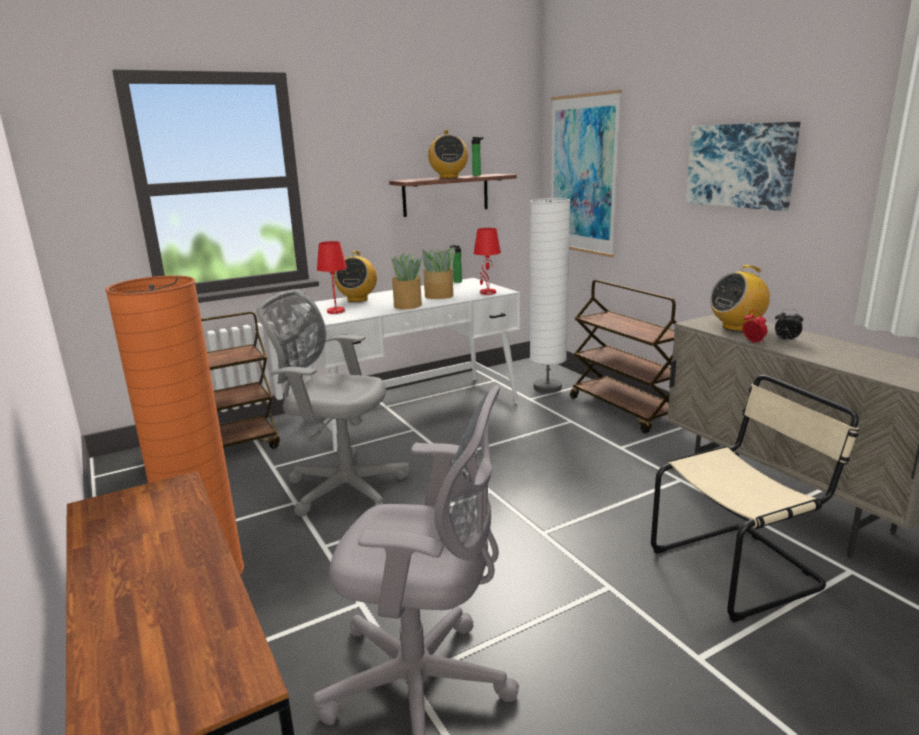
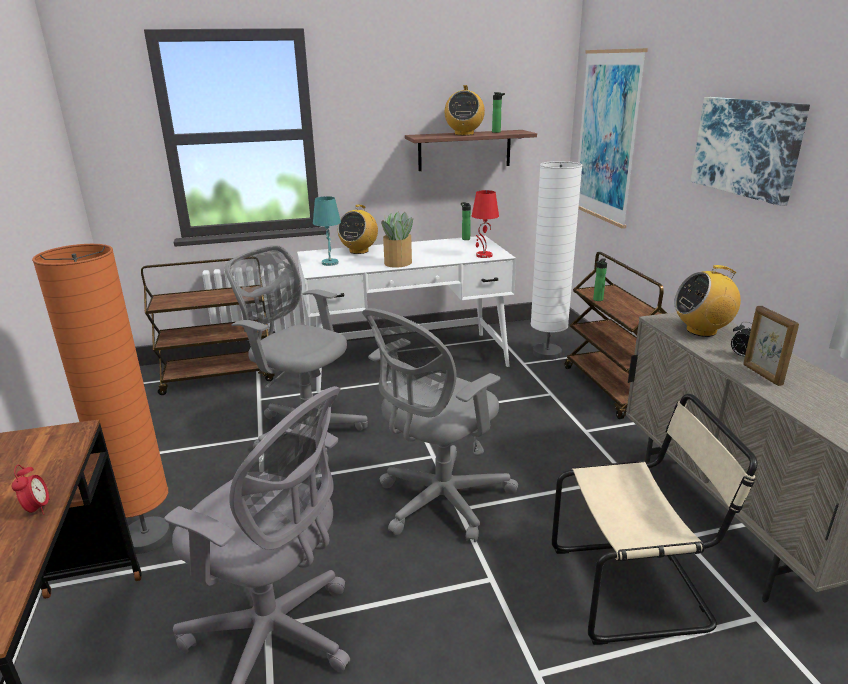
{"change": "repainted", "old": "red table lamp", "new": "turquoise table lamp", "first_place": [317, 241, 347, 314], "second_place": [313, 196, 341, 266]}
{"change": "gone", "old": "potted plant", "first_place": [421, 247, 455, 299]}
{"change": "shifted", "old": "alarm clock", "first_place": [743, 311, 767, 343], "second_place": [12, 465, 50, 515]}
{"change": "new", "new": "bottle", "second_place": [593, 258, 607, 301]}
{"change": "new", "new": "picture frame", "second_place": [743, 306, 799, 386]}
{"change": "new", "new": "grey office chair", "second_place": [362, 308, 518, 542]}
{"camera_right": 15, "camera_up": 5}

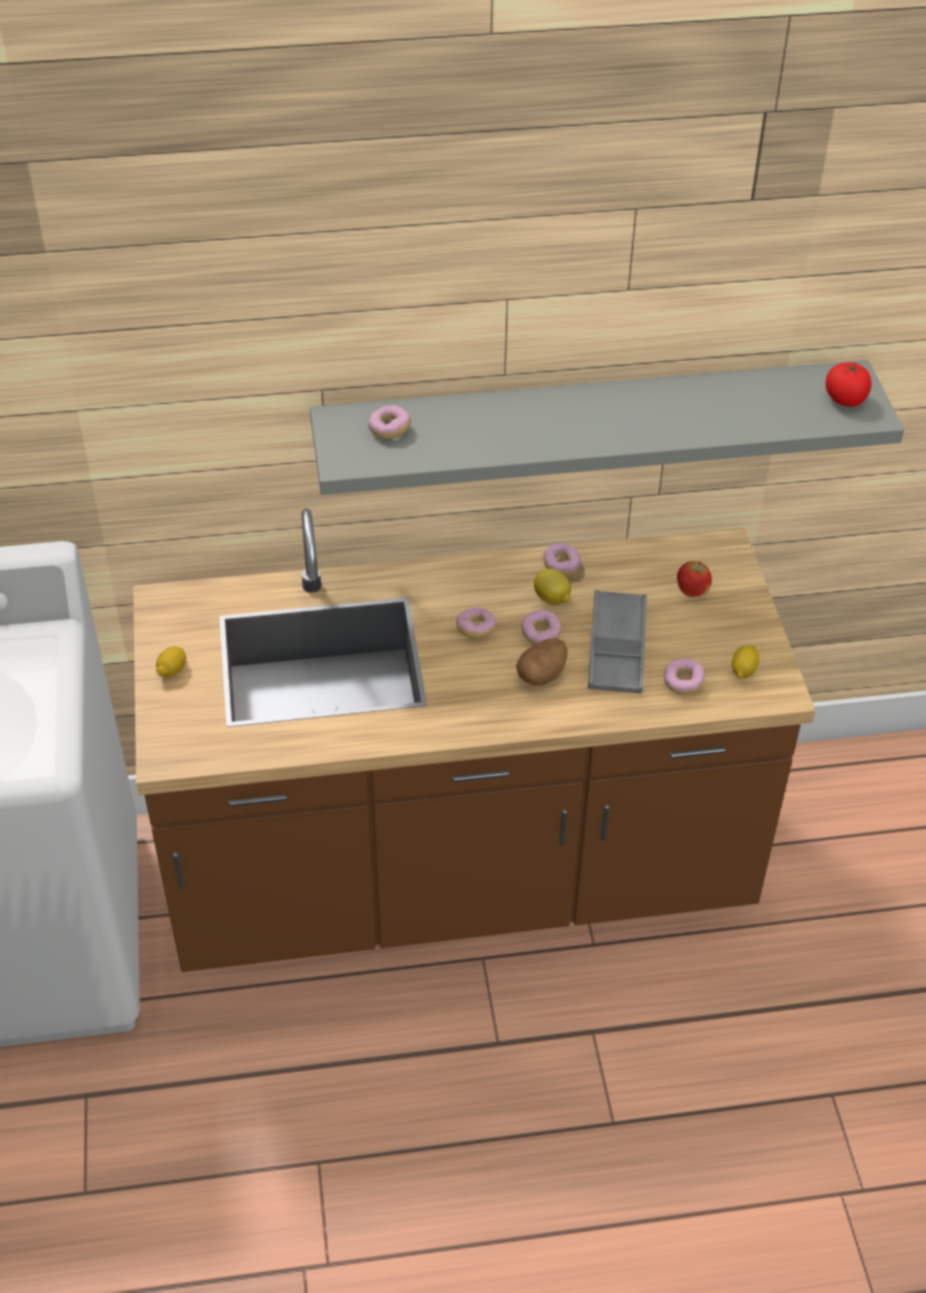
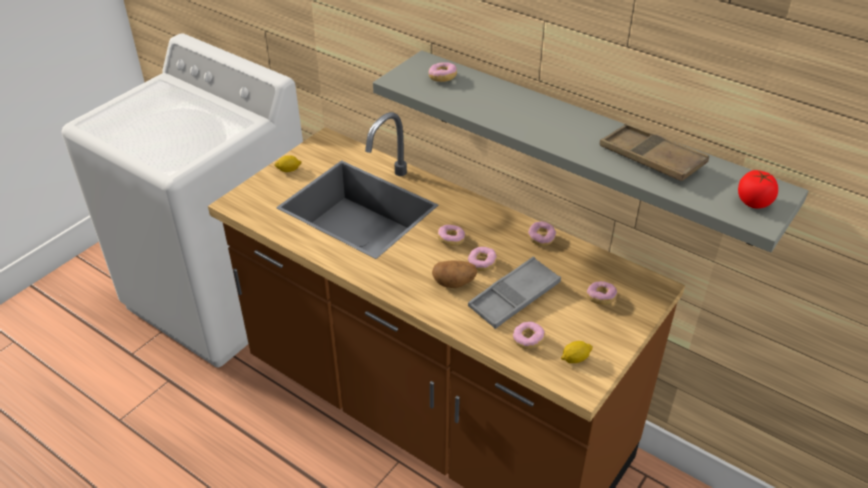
{"change": "swapped", "old": "apple", "new": "donut", "first_place": [677, 561, 712, 597], "second_place": [586, 281, 618, 305]}
{"change": "gone", "old": "lemon", "first_place": [534, 569, 571, 605]}
{"change": "new", "new": "brown tray", "second_place": [600, 123, 709, 181]}
{"camera_right": 45, "camera_up": -5}

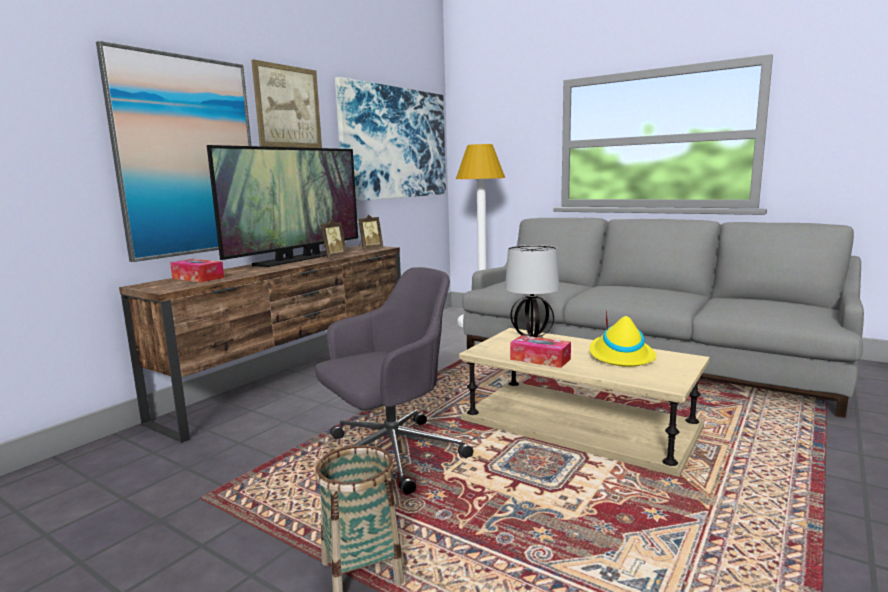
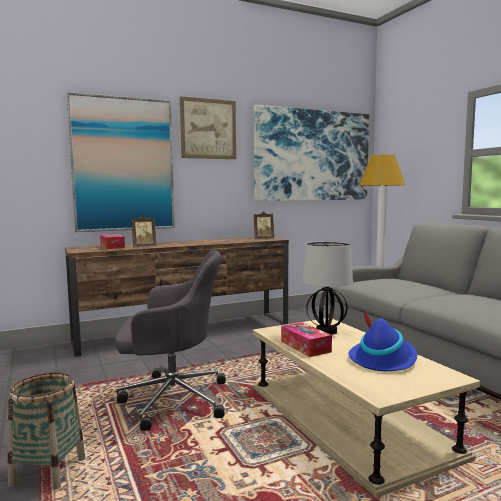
{"change": "gone", "old": "television", "first_place": [207, 145, 358, 267]}
{"change": "shifted", "old": "picture frame", "first_place": [321, 220, 347, 259], "second_place": [131, 215, 156, 247]}
{"change": "repainted", "old": "yellow hat", "new": "blue hat", "first_place": [590, 311, 656, 367], "second_place": [348, 309, 417, 371]}
{"camera_right": 30, "camera_up": -5}

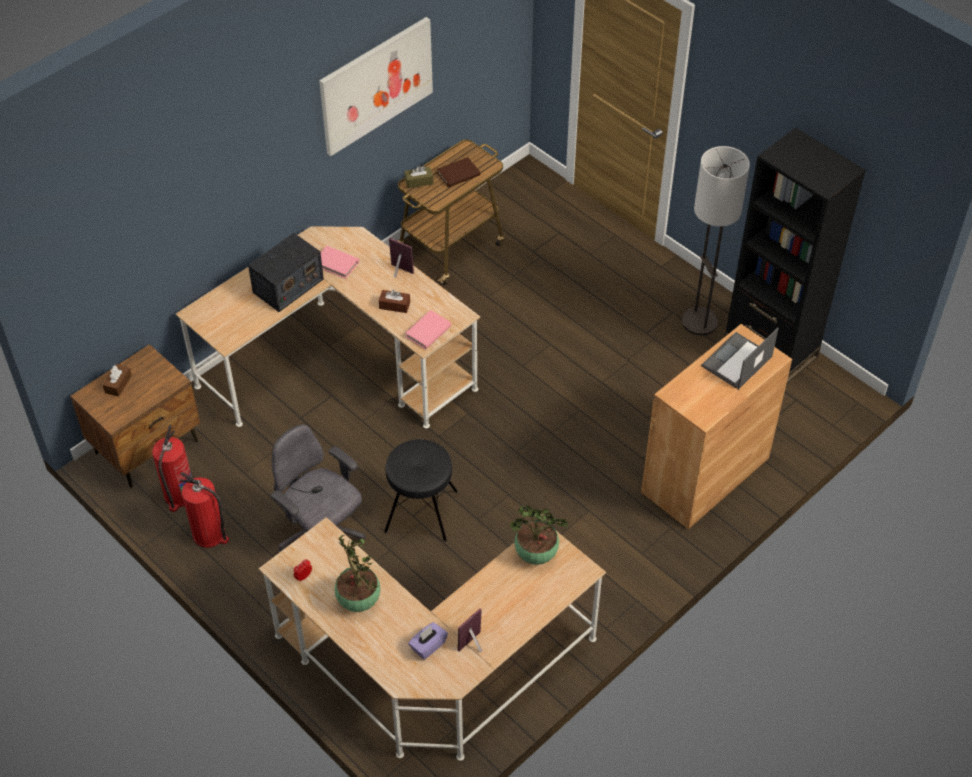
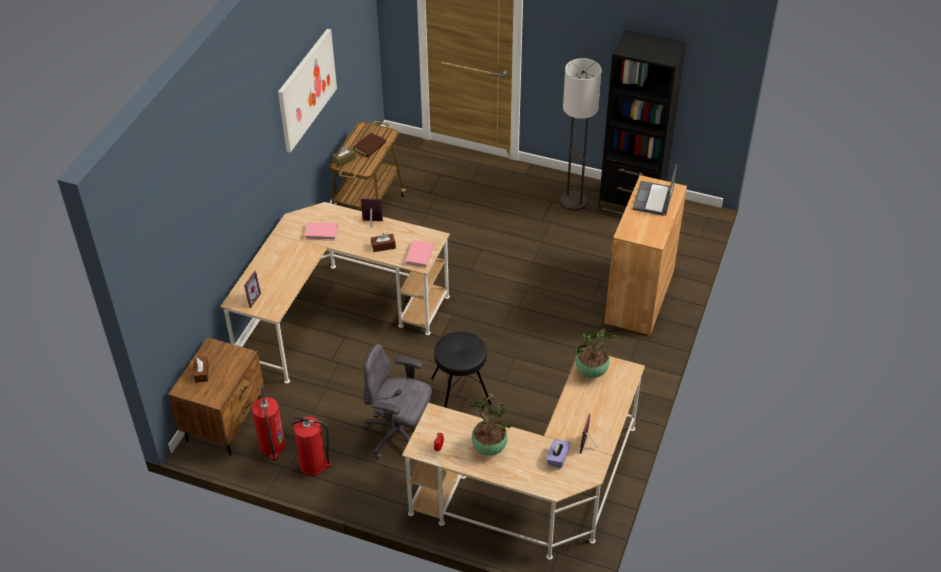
{"change": "gone", "old": "radio", "first_place": [248, 233, 324, 312]}
{"change": "new", "new": "picture frame", "second_place": [244, 271, 261, 308]}
{"camera_right": -25, "camera_up": -5}

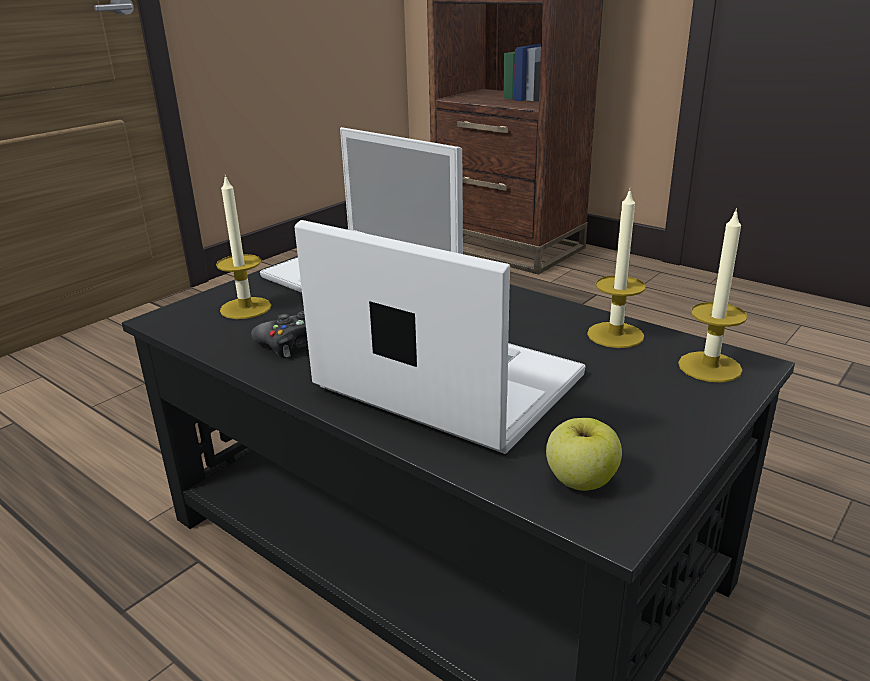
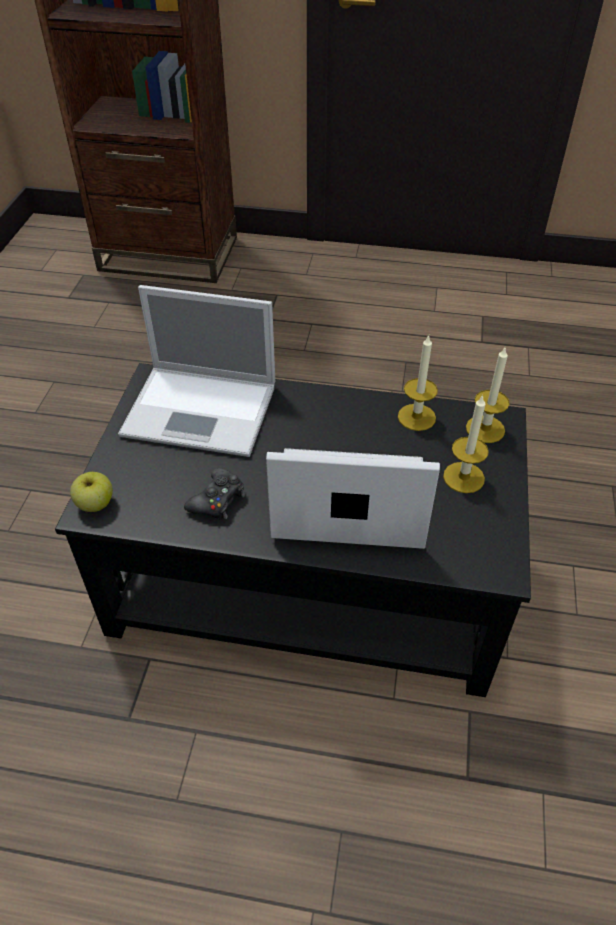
{"change": "shifted", "old": "candle", "first_place": [216, 175, 271, 319], "second_place": [443, 395, 489, 493]}
{"change": "shifted", "old": "apple", "first_place": [546, 418, 622, 491], "second_place": [70, 472, 113, 512]}
{"camera_right": -30, "camera_up": 20}

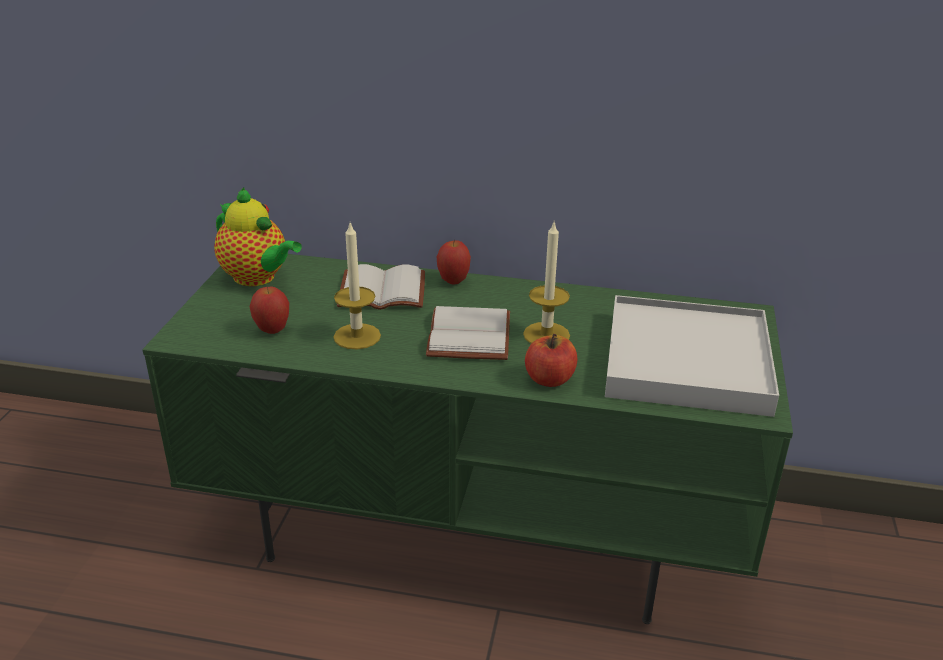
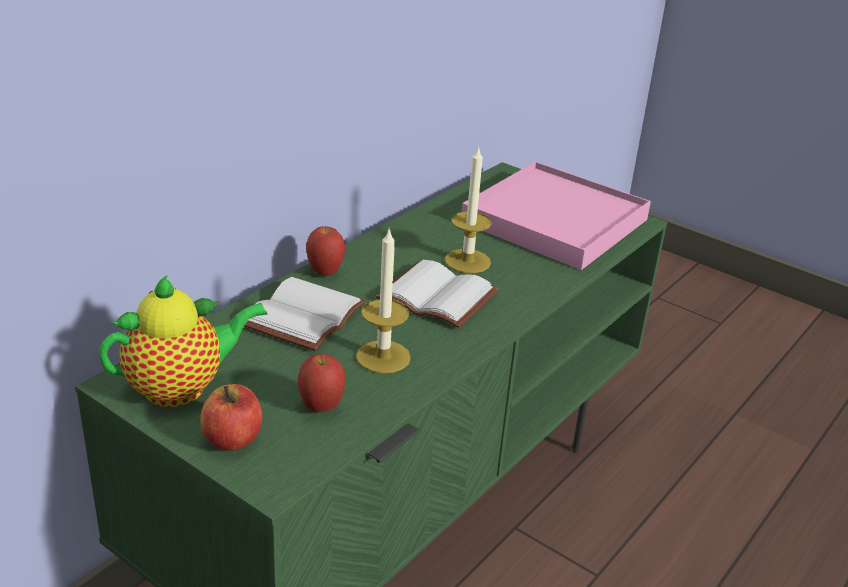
{"change": "repainted", "old": "white tray", "new": "pink tray", "first_place": [605, 295, 779, 417], "second_place": [462, 162, 651, 270]}
{"change": "shifted", "old": "apple", "first_place": [525, 334, 577, 387], "second_place": [200, 384, 262, 451]}
{"camera_right": -65, "camera_up": 0}

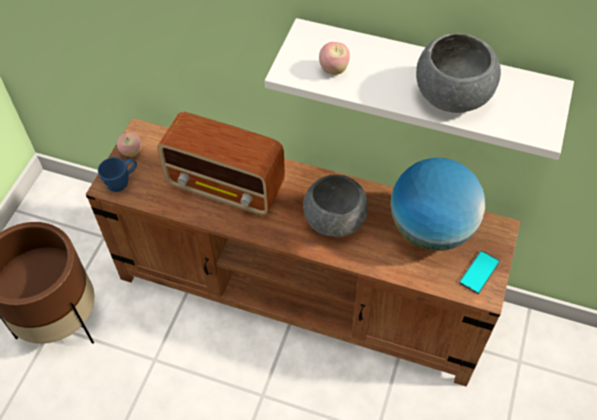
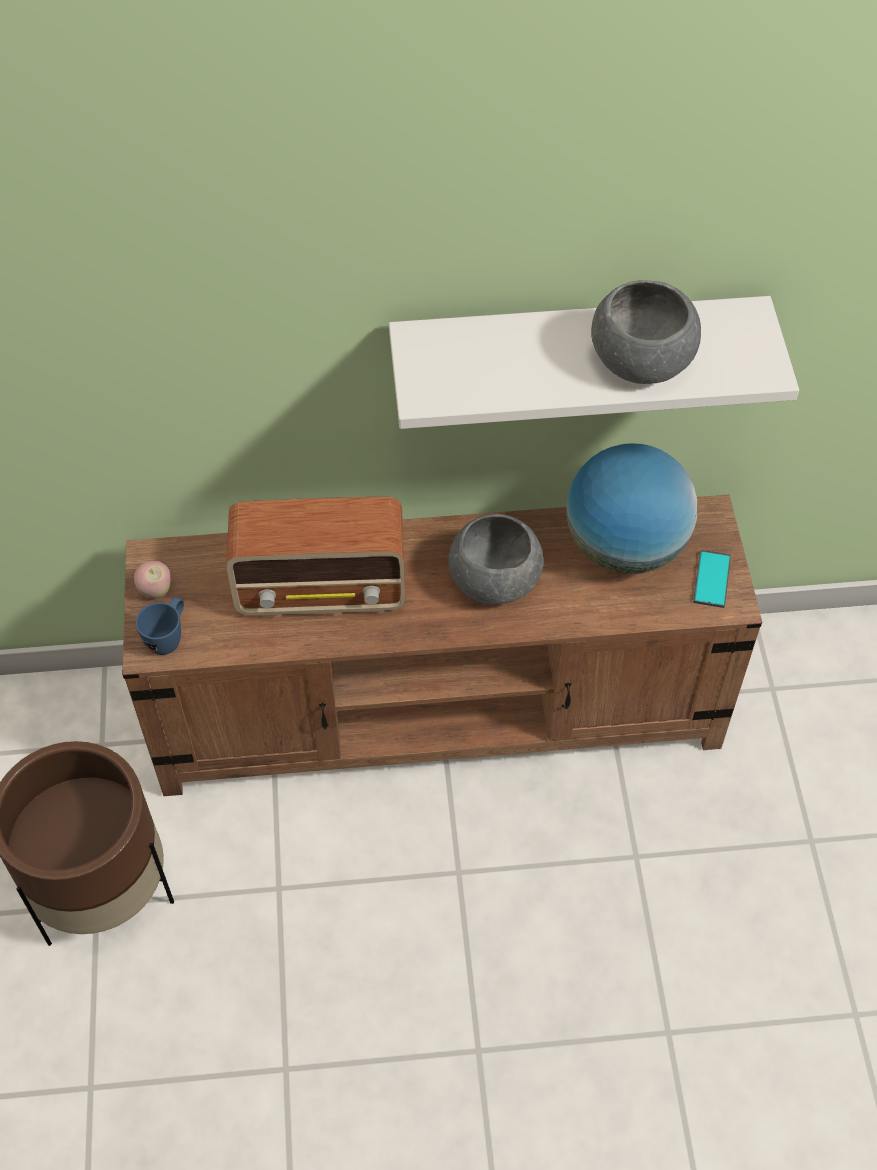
{"change": "gone", "old": "apple", "first_place": [319, 42, 350, 75]}
{"camera_right": -25, "camera_up": 0}

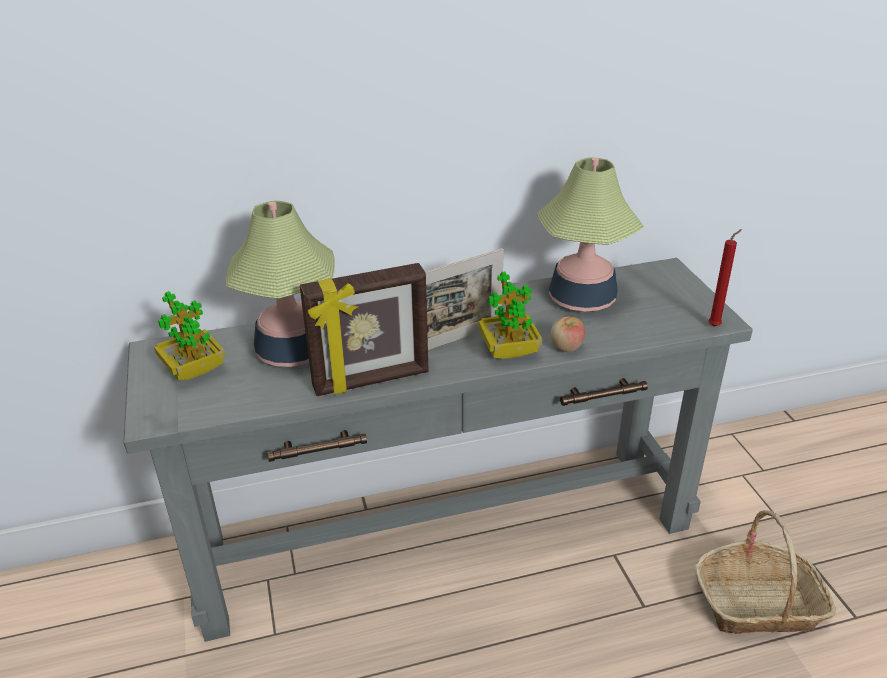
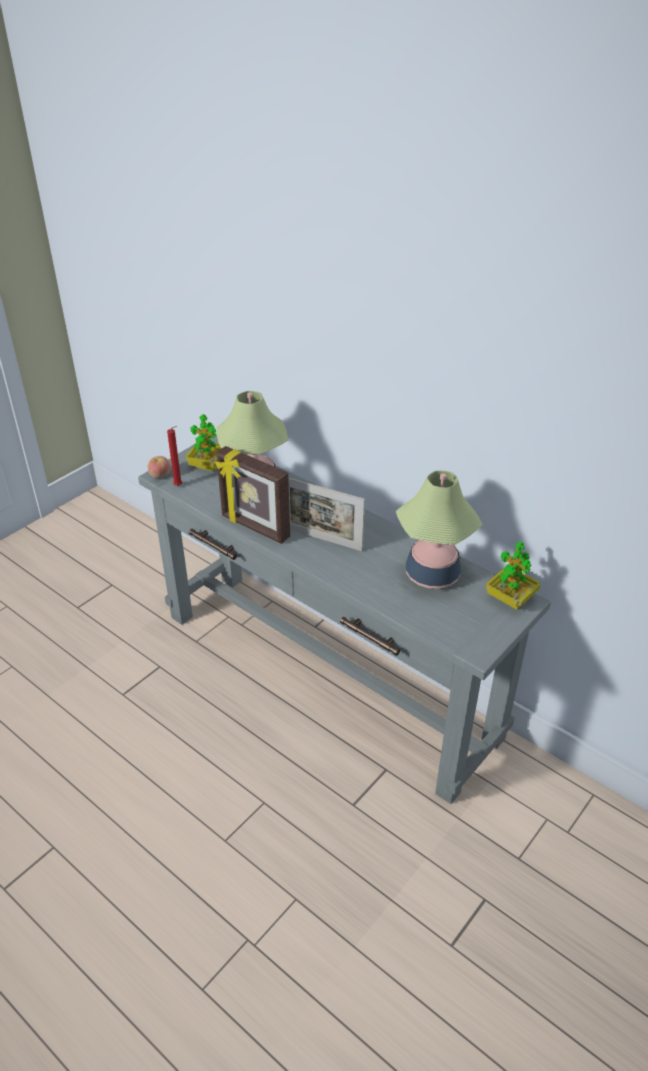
{"change": "shifted", "old": "red candle", "first_place": [708, 229, 742, 327], "second_place": [167, 426, 182, 486]}
{"change": "shifted", "old": "potted plant", "first_place": [478, 271, 542, 359], "second_place": [486, 542, 540, 610]}
{"change": "shifted", "old": "apple", "first_place": [550, 317, 585, 352], "second_place": [147, 456, 170, 478]}
{"change": "gone", "old": "basket", "first_place": [695, 510, 836, 634]}
{"camera_right": 55, "camera_up": 5}

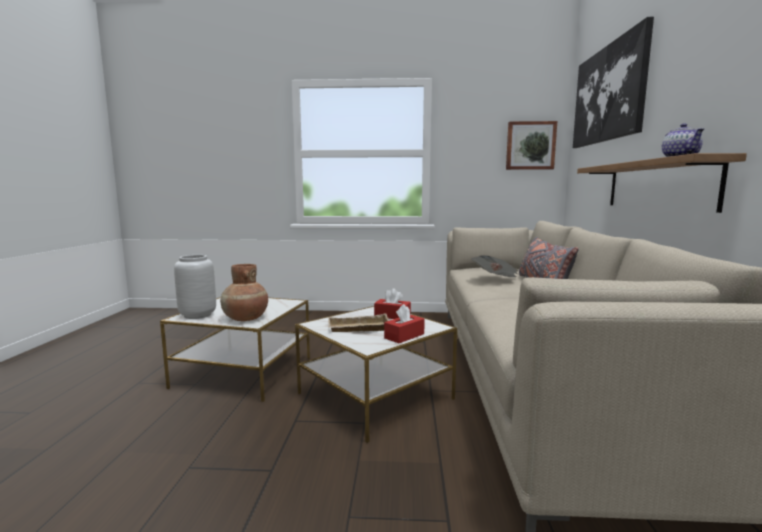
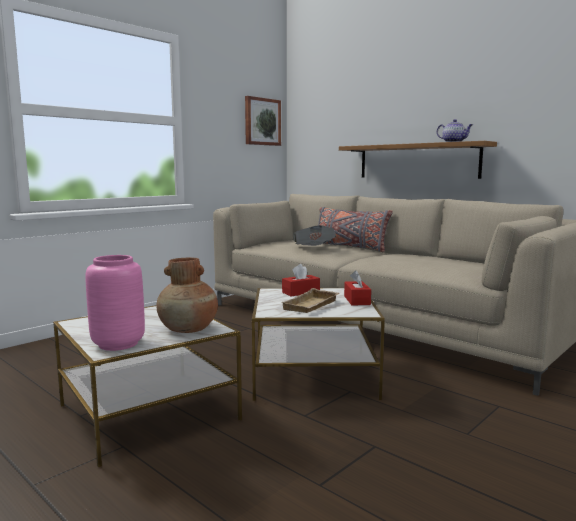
{"change": "gone", "old": "picture", "first_place": [573, 17, 654, 148]}
{"change": "repainted", "old": "grey vase", "new": "pink vase", "first_place": [174, 255, 216, 319], "second_place": [86, 255, 145, 351]}
{"camera_right": -50, "camera_up": 0}

